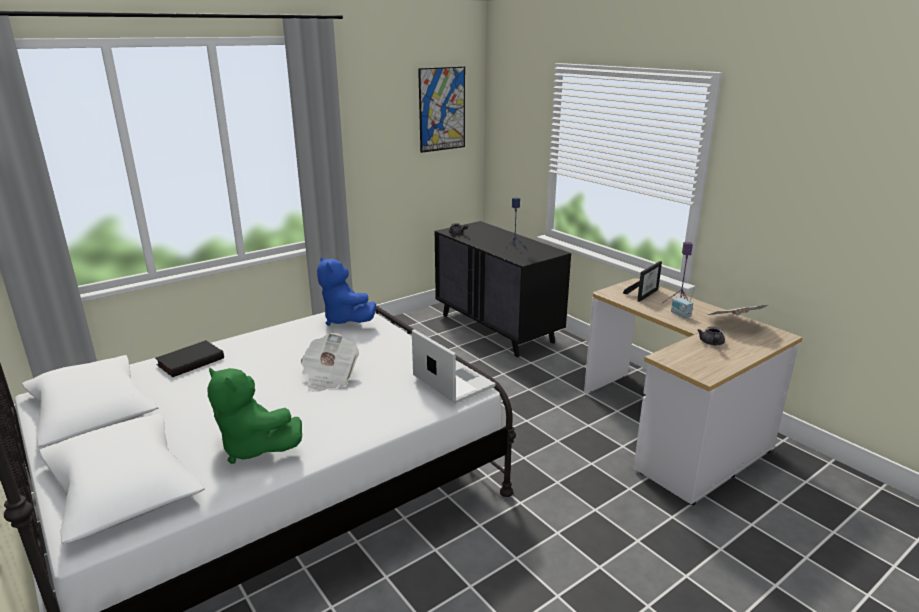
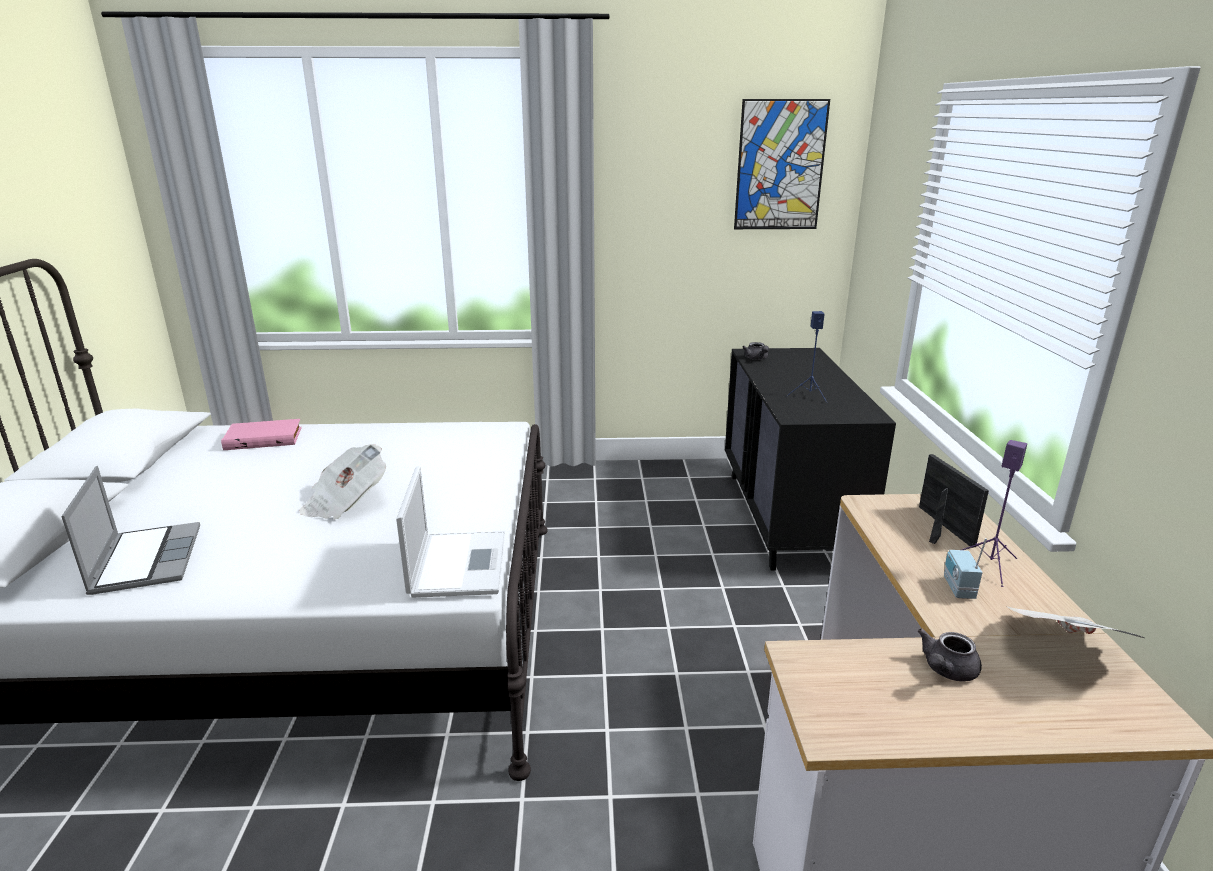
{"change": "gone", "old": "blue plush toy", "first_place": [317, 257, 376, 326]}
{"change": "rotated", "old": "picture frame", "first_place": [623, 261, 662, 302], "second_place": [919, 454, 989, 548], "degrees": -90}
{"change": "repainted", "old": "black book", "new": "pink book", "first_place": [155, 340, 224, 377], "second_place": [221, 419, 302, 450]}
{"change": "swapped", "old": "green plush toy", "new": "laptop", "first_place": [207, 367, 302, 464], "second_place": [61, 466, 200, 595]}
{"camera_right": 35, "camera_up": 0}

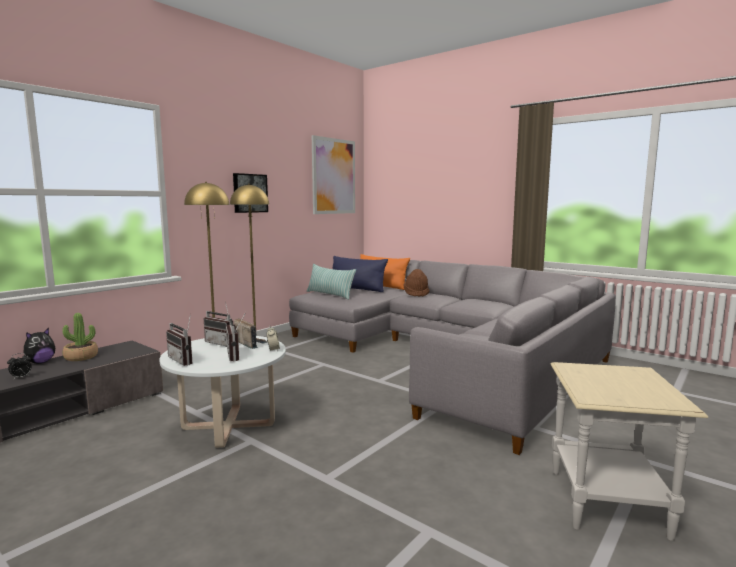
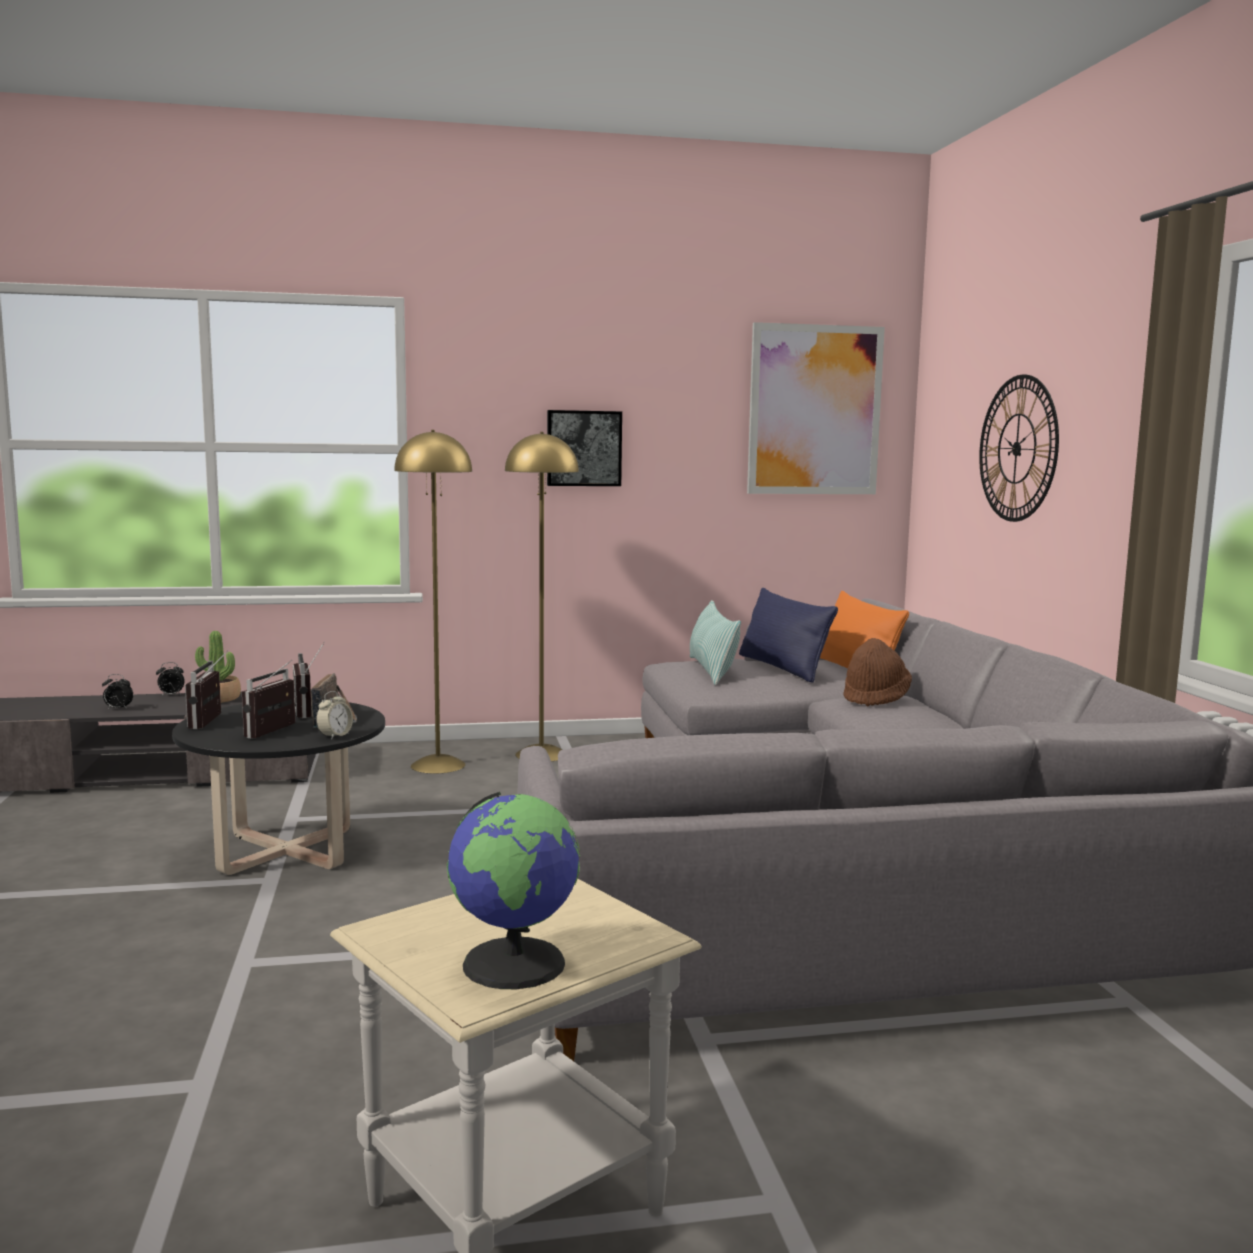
{"change": "swapped", "old": "plush toy", "new": "alarm clock", "first_place": [23, 328, 55, 364], "second_place": [156, 662, 185, 696]}
{"change": "repainted", "old": "white coffee table", "new": "black coffee table", "first_place": [159, 336, 286, 448], "second_place": [172, 702, 385, 875]}
{"change": "new", "new": "wall clock", "second_place": [979, 375, 1059, 522]}
{"change": "new", "new": "globe", "second_place": [447, 792, 580, 989]}
{"camera_right": 40, "camera_up": 0}

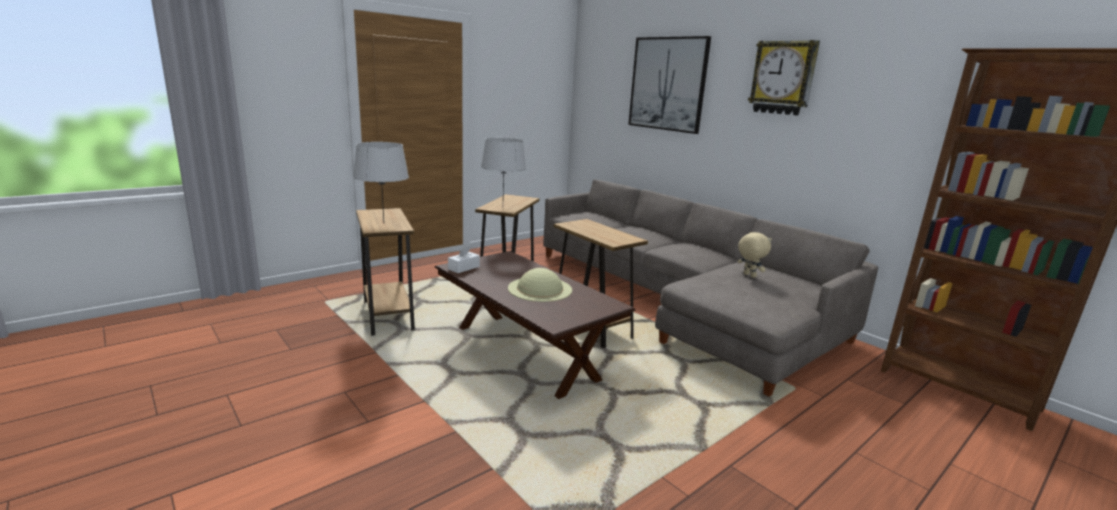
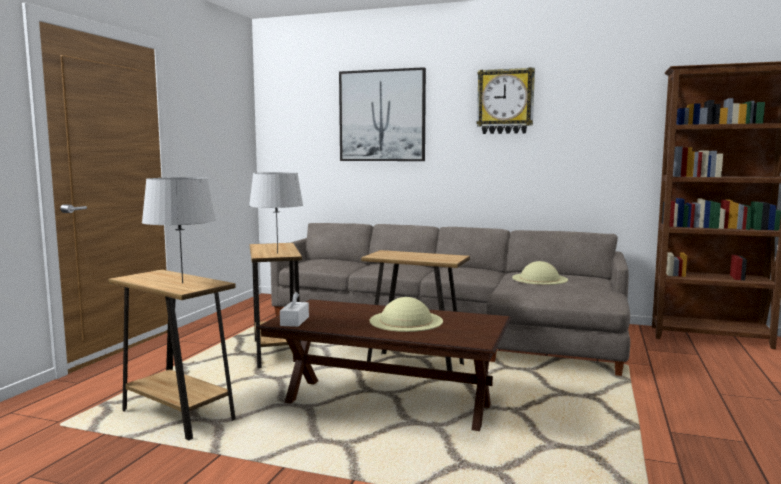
{"change": "swapped", "old": "beige plush toy", "new": "beige hat", "first_place": [738, 232, 772, 278], "second_place": [512, 261, 568, 285]}
{"camera_right": -30, "camera_up": -10}

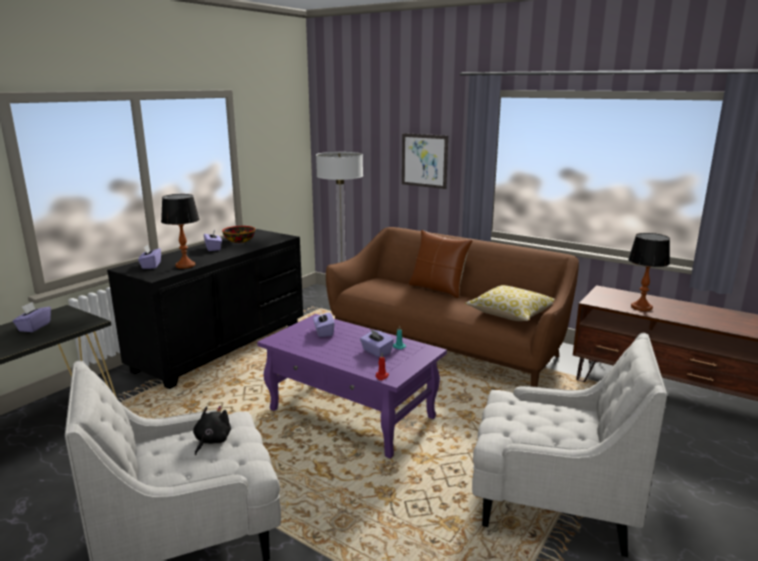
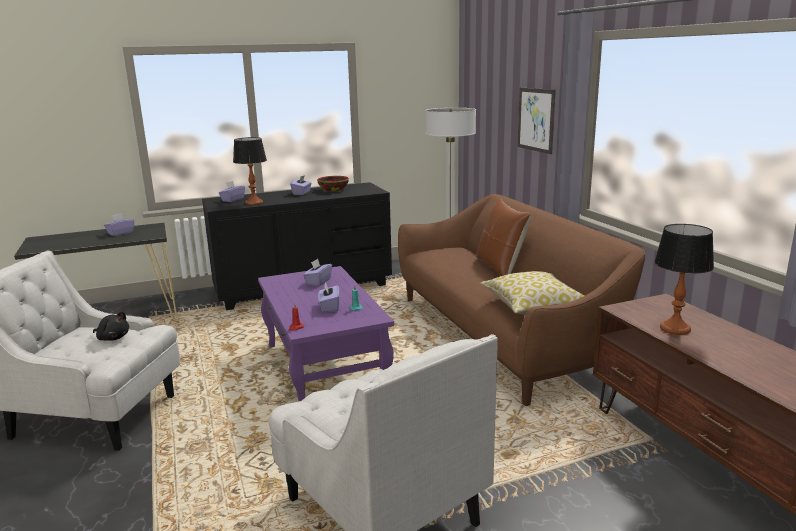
{"change": "rotated", "old": "black plush toy", "first_place": [193, 406, 231, 455], "second_place": [93, 312, 129, 341], "degrees": 60}
{"camera_right": 35, "camera_up": 0}

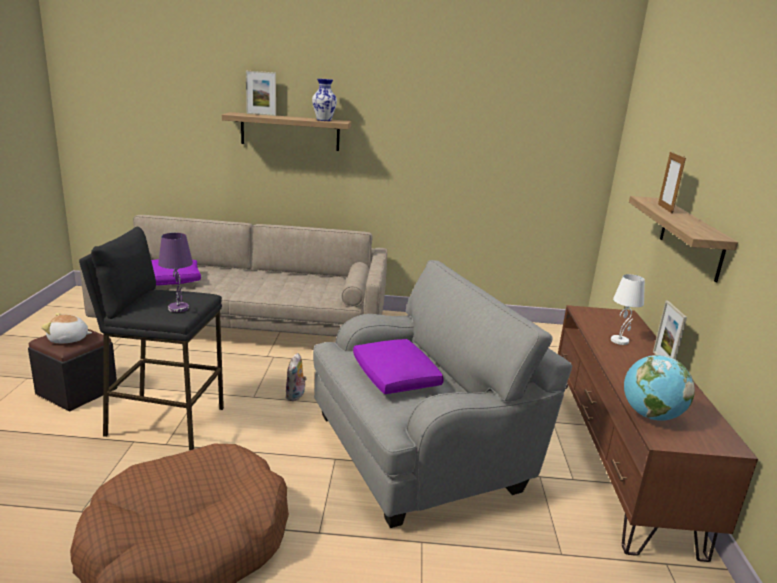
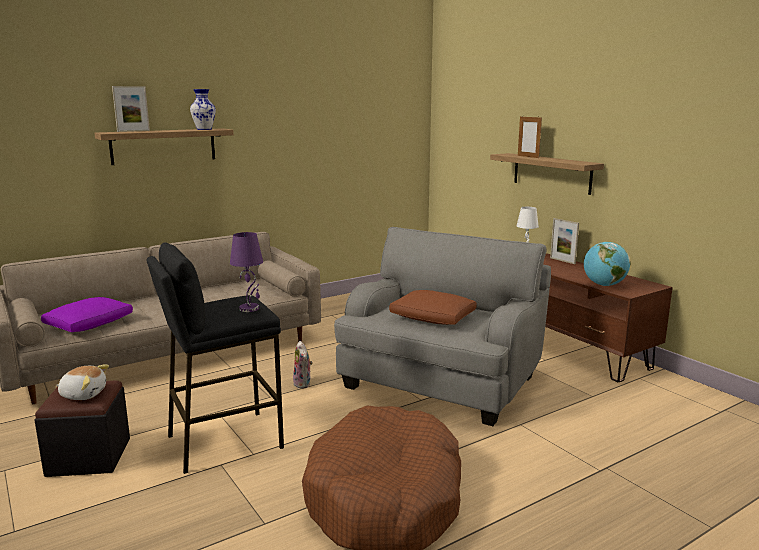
{"change": "rotated", "old": "plush toy", "first_place": [41, 313, 92, 343], "second_place": [56, 364, 109, 400], "degrees": -135}
{"change": "repainted", "old": "purple pillow", "new": "brown pillow", "first_place": [353, 339, 444, 394], "second_place": [389, 290, 477, 325]}
{"camera_right": -35, "camera_up": -5}

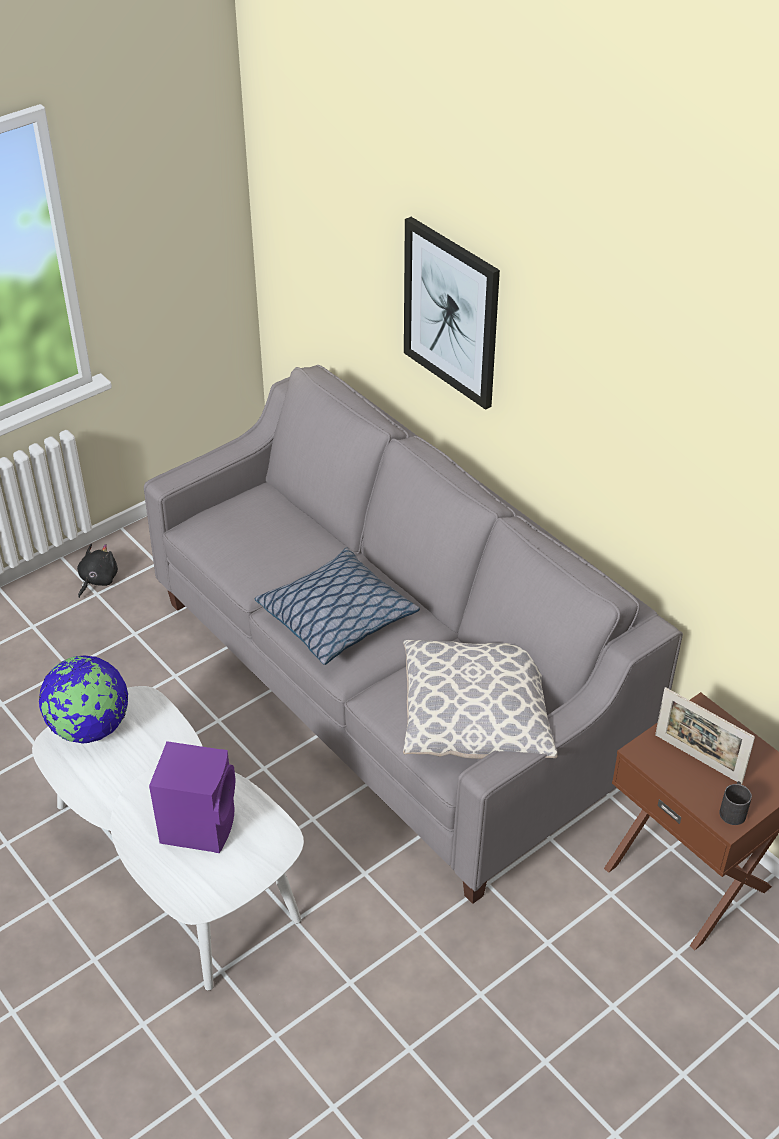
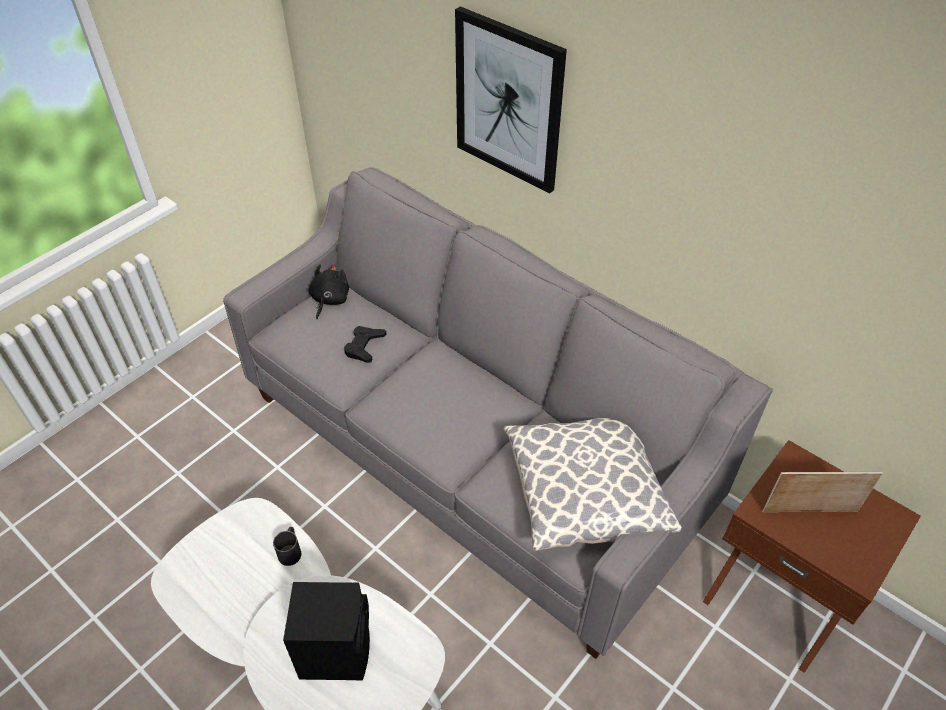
{"change": "shifted", "old": "black plush toy", "first_place": [77, 544, 118, 598], "second_place": [308, 263, 349, 319]}
{"change": "gone", "old": "pillow", "first_place": [255, 547, 420, 665]}
{"change": "gone", "old": "globe", "first_place": [39, 655, 128, 744]}
{"change": "rotated", "old": "picture frame", "first_place": [655, 687, 755, 784], "second_place": [762, 472, 883, 512], "degrees": 150}
{"change": "repainted", "old": "purple speaker", "new": "black speaker", "first_place": [149, 741, 236, 853], "second_place": [283, 582, 370, 681]}
{"change": "shifted", "old": "black mug", "first_place": [719, 781, 752, 825], "second_place": [273, 527, 301, 566]}
{"change": "new", "new": "black game controller", "second_place": [344, 326, 387, 363]}
{"camera_right": -10, "camera_up": 5}

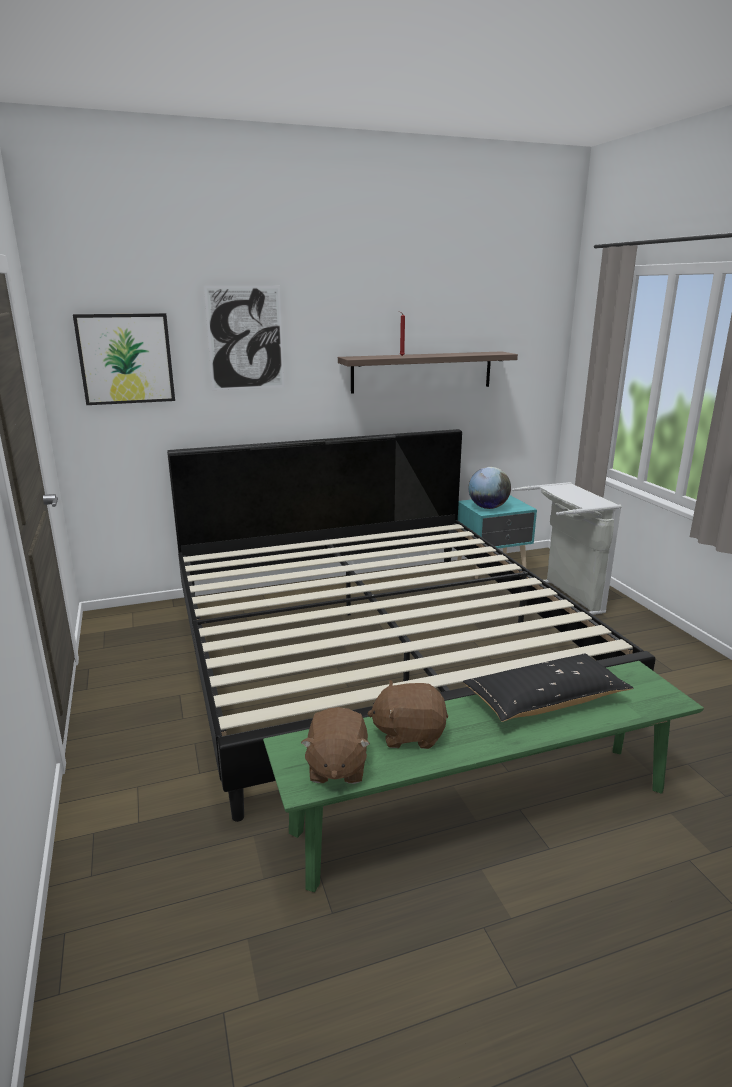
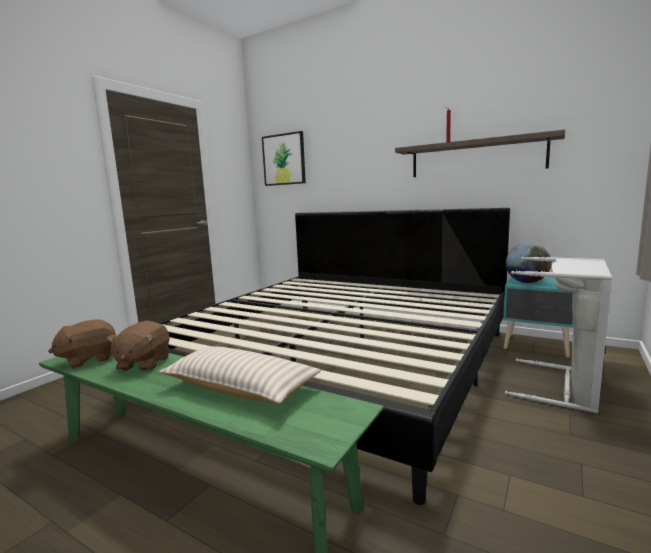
{"change": "gone", "old": "picture", "first_place": [204, 286, 284, 390]}
{"change": "repainted", "old": "black pillow", "new": "beige pillow", "first_place": [463, 654, 634, 722], "second_place": [159, 346, 321, 404]}
{"change": "rotated", "old": "brown plush toy", "first_place": [368, 679, 448, 749], "second_place": [107, 321, 170, 371], "degrees": -135}
{"camera_right": 50, "camera_up": -10}

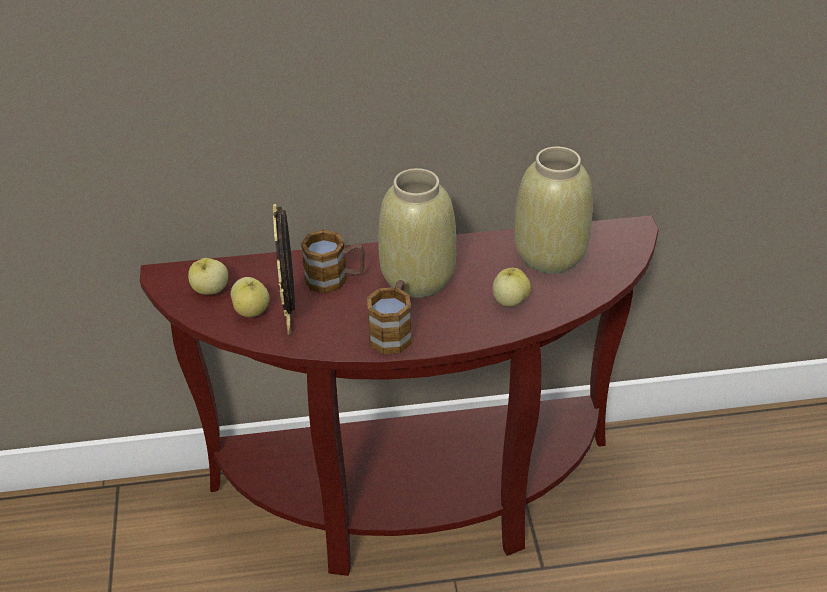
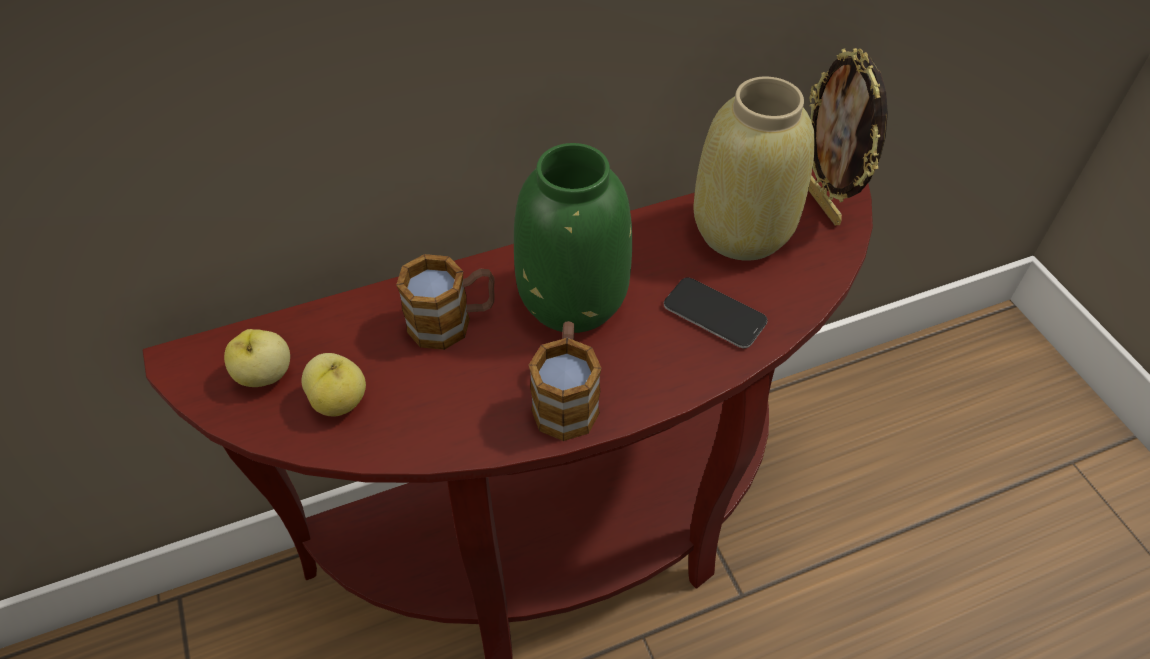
{"change": "repainted", "old": "beige vase", "new": "green vase", "first_place": [378, 168, 456, 297], "second_place": [514, 143, 632, 333]}
{"change": "shifted", "old": "picture frame", "first_place": [273, 204, 295, 335], "second_place": [808, 48, 888, 225]}
{"change": "swapped", "old": "apple", "new": "phone", "first_place": [492, 268, 531, 307], "second_place": [664, 278, 768, 348]}
{"camera_right": -15, "camera_up": 10}

